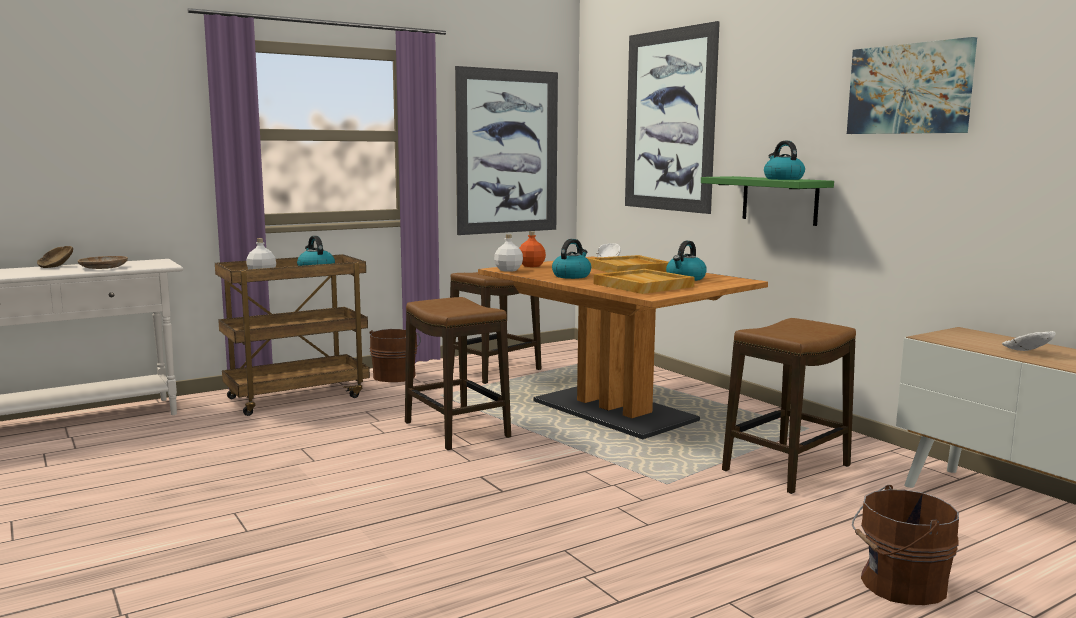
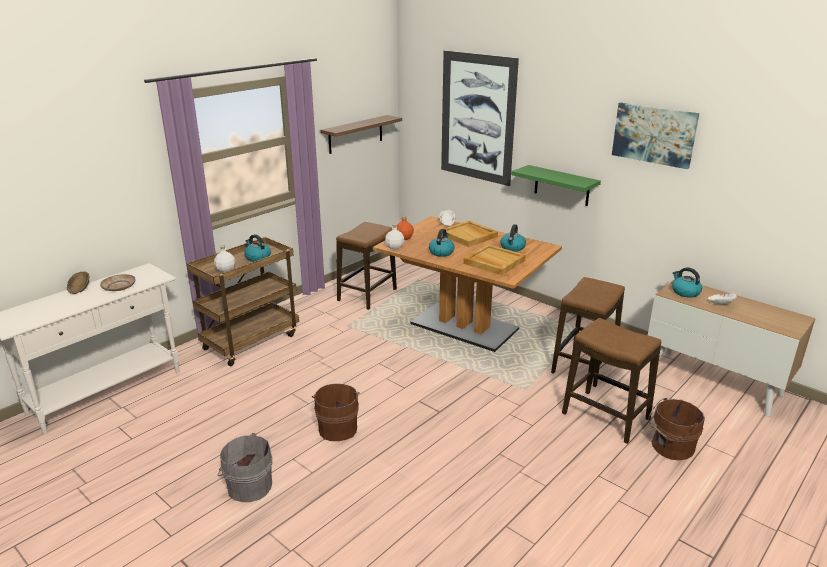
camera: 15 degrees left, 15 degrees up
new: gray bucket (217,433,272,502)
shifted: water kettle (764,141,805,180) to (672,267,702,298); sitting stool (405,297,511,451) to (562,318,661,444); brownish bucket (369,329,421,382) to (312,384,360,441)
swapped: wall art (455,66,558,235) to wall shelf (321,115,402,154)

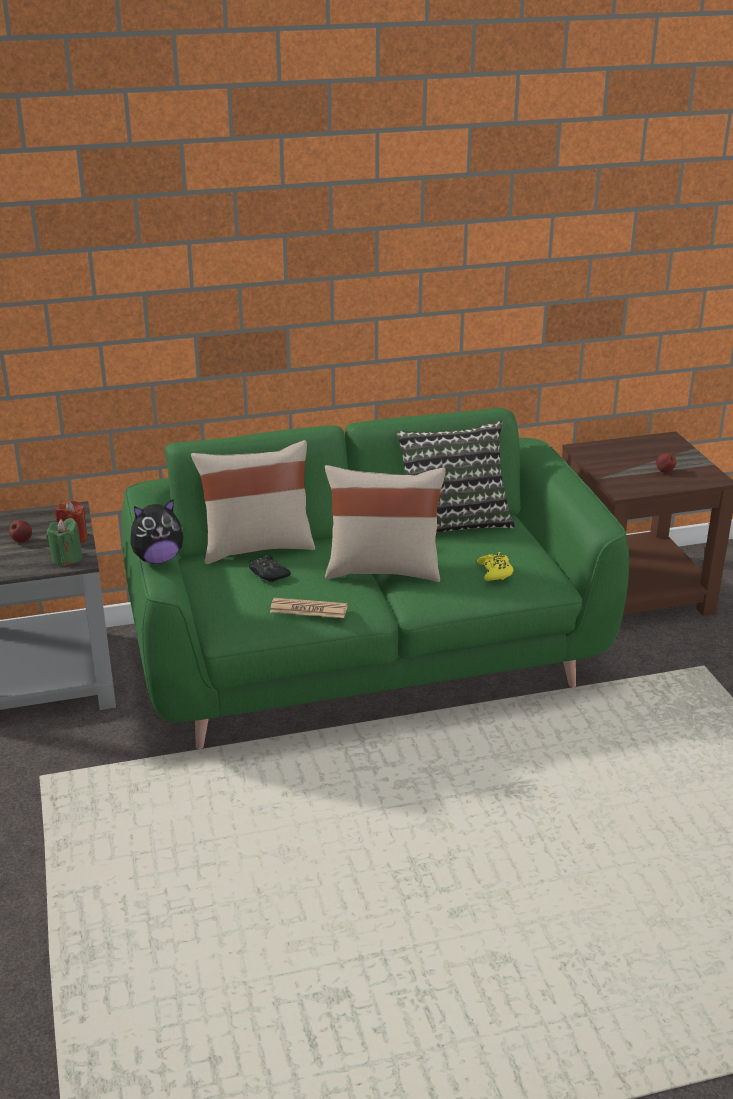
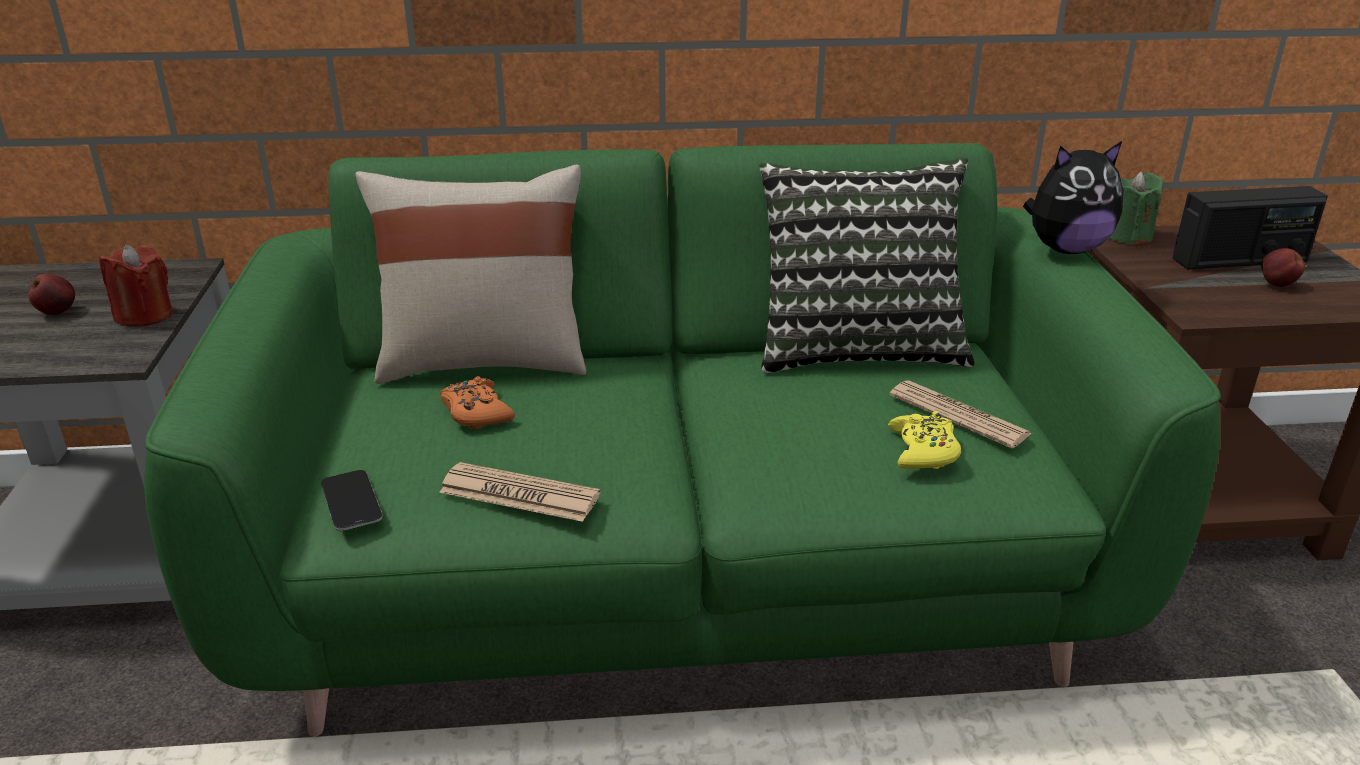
camera: 10 degrees right, 0 degrees up
gone: sand-coloured pillow (325,465,446,582)
new: radio (1173,186,1328,269); printed paper (889,380,1032,449); handset (321,470,383,531)
shifted: soft toy (131,499,183,564) to (1023,141,1123,254); green wax light (46,518,83,566) to (1109,171,1163,245)
repainted: black-coloured joypad (249,555,291,582) to orangey joypad (440,376,515,429)

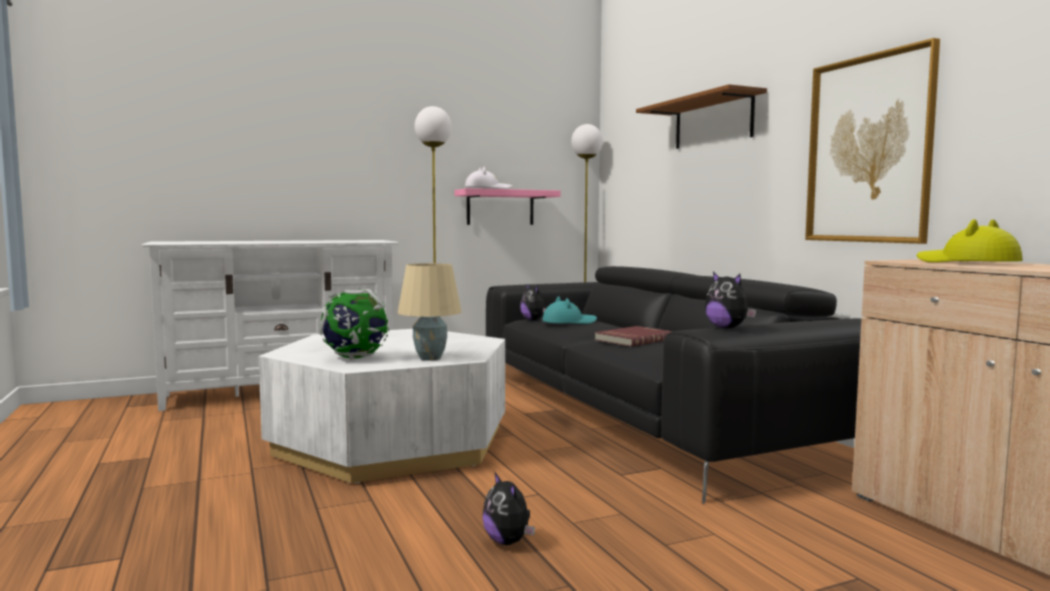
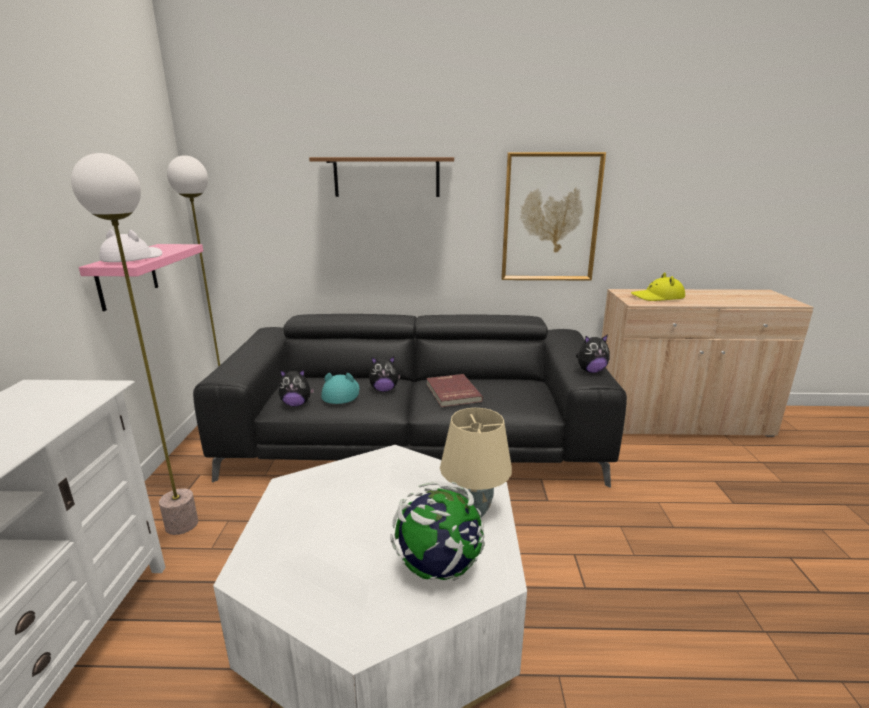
camera: 65 degrees left, 15 degrees up
shifted: soft toy (483,473,535,545) to (369,356,401,392)

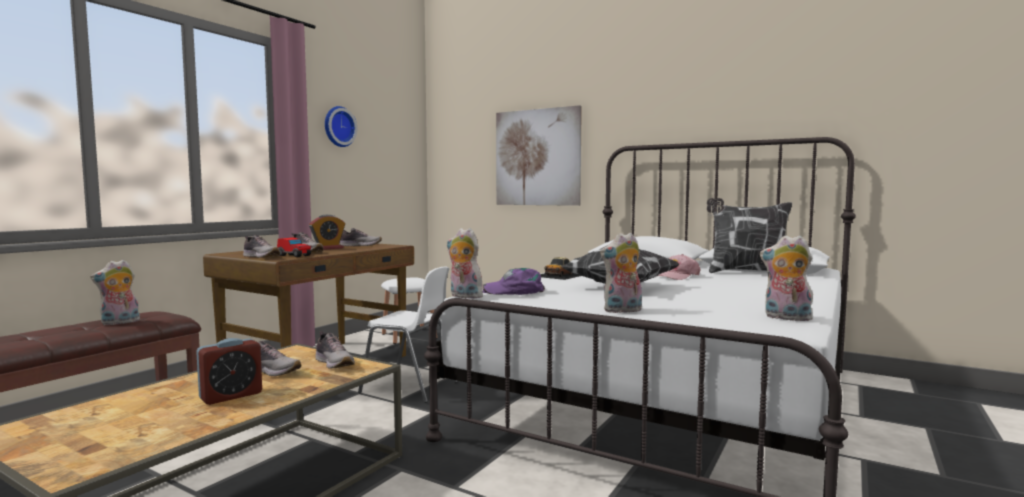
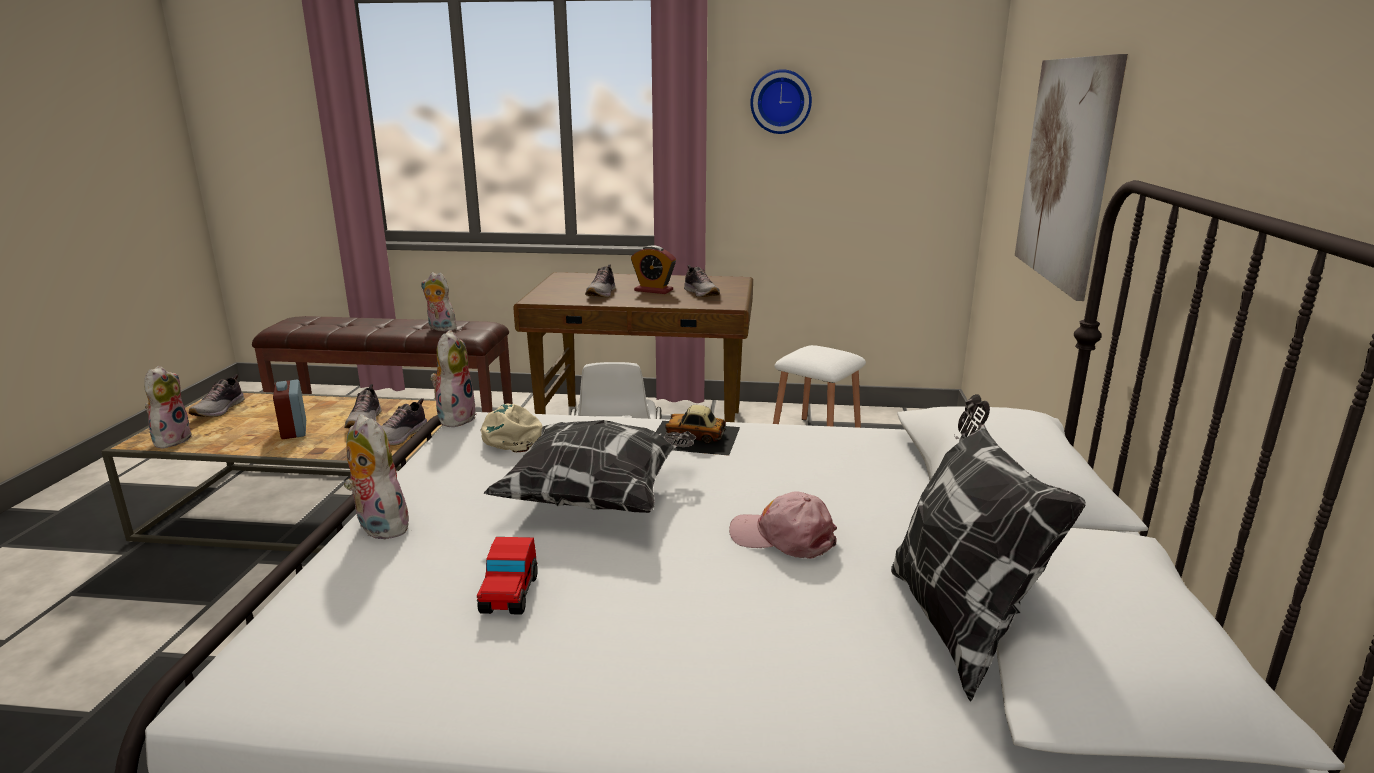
camera: 65 degrees right, 15 degrees up
shifted: item of footwear (243,235,280,258) to (189,374,244,417); soft toy (760,235,816,321) to (144,366,193,449); toy car (277,237,312,257) to (477,537,538,615)
repainted: purple baseball cap (483,268,545,295) to sand-coloured baseball cap (480,404,543,452)
rotated: table clock (196,338,262,405) = (273,380,306,439) 45 degrees clockwise

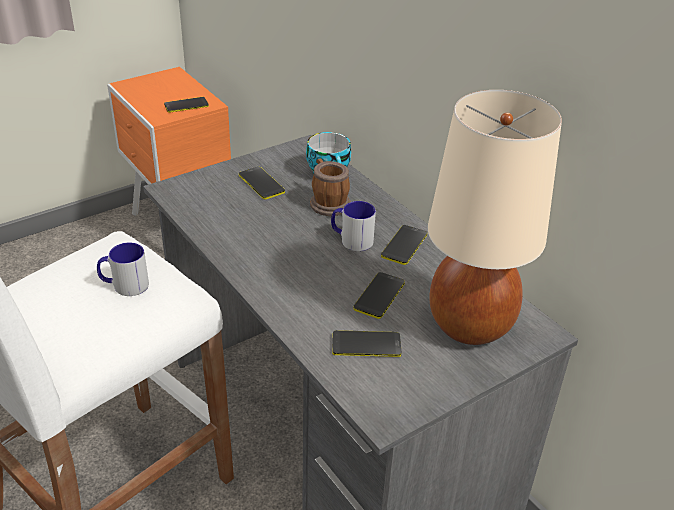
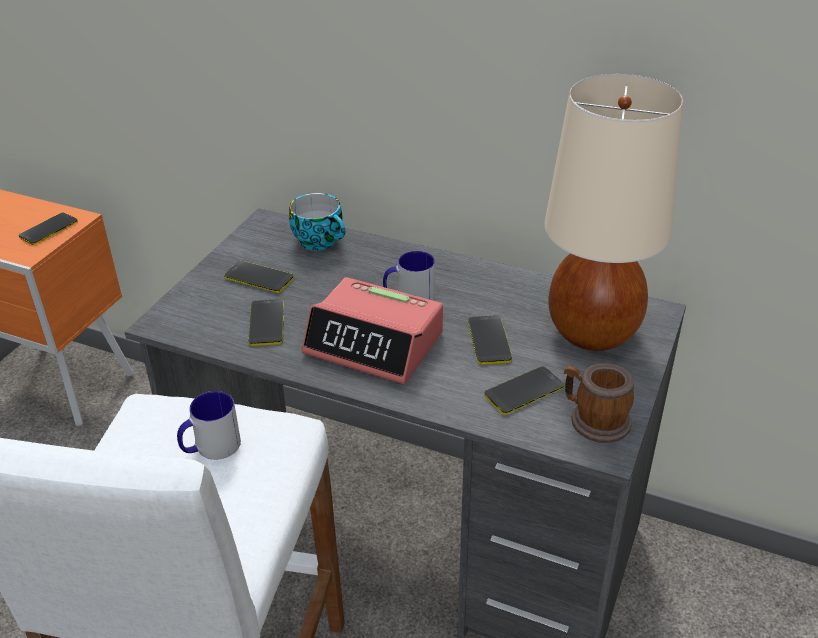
camera: 30 degrees left, 0 degrees up
new: table clock (302,277,443,384)
shifted: coffee mug (310,158,351,216) to (564,363,634,443); handset (381,225,427,265) to (249,299,284,346)

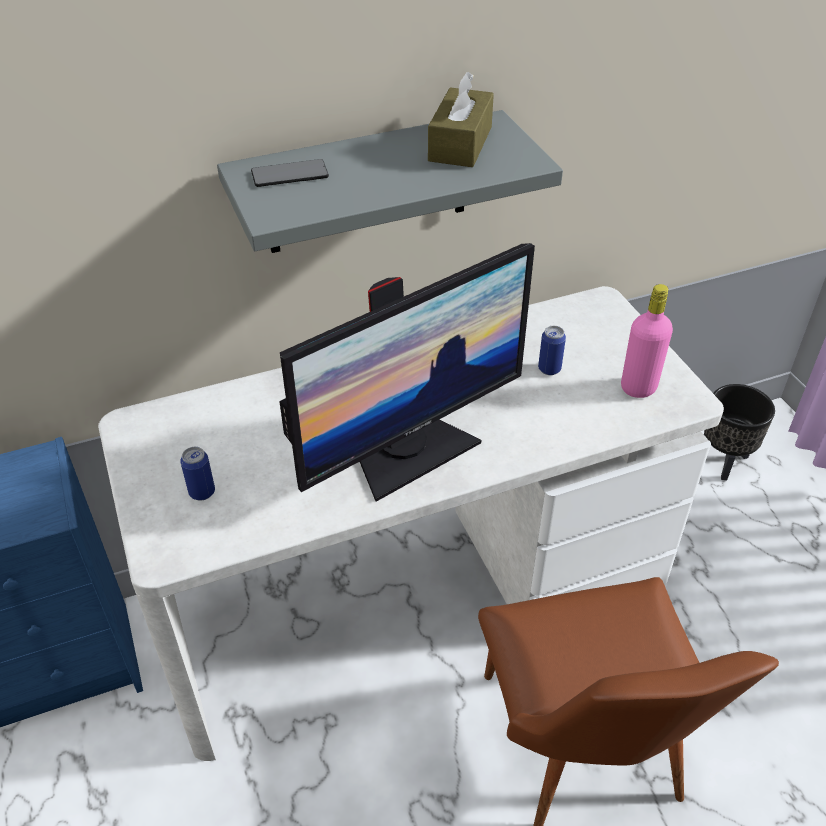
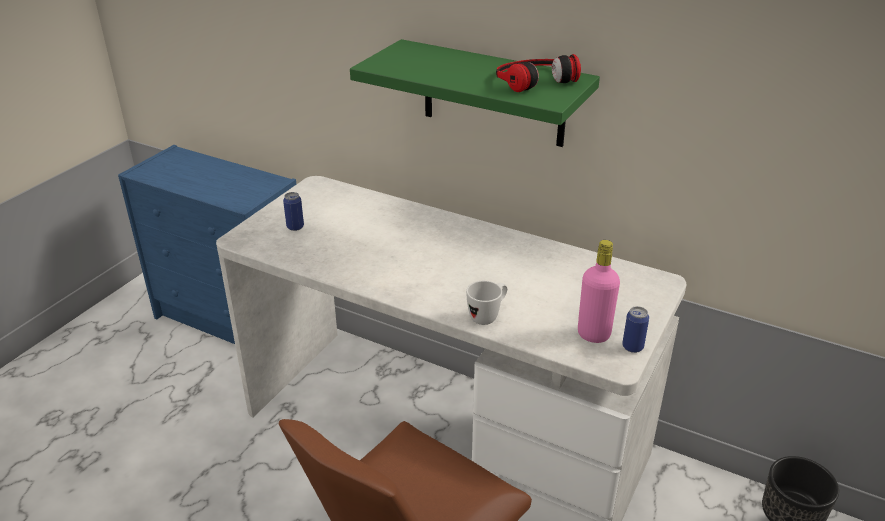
camera: 50 degrees right, 10 degrees down
gone: handset (251,159,329,187); computer display (279,243,535,502)
new: white coffee mug (466,281,507,325)
shifted: can (538,326,566,375) to (622,306,649,353)
swapped: brownish tissue holder (428,72,494,167) to headphones (496,54,581,92)
repainted: gray wall shelf (217,110,563,253) to green wall shelf (350,39,600,147)

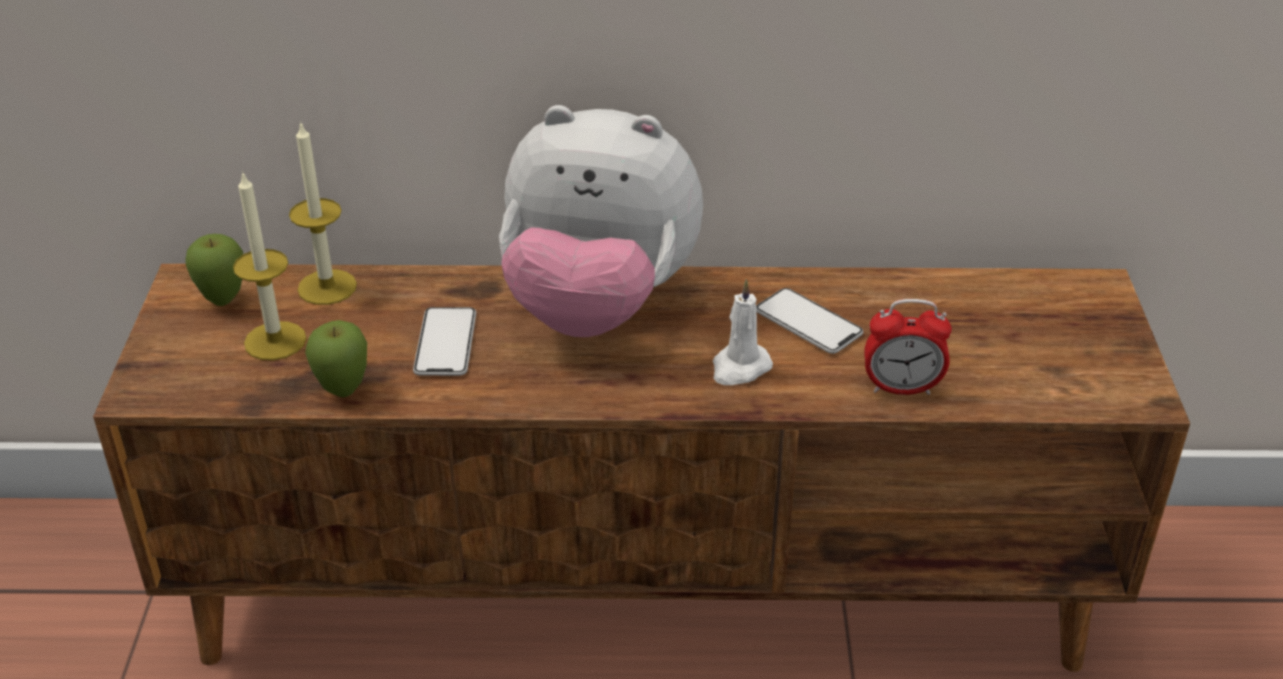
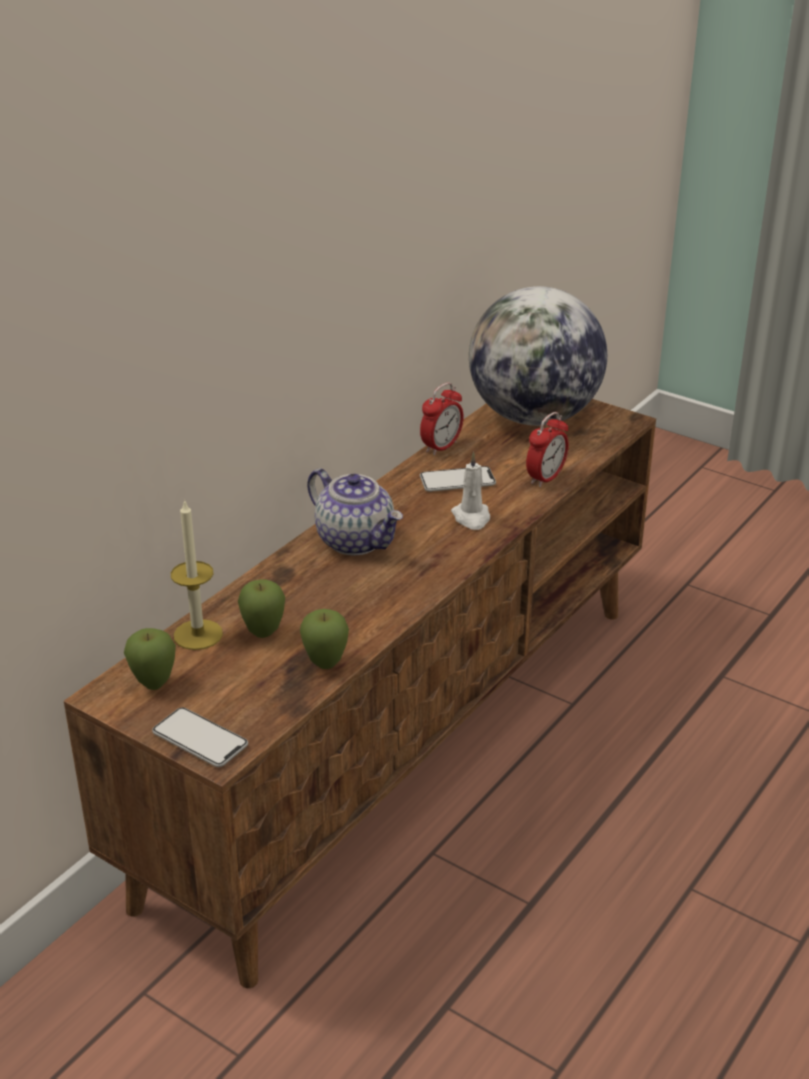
camera: 55 degrees left, 5 degrees down
gone: wax light (233,171,307,360)
new: world globe (469,286,607,426); table clock (420,383,464,455); apple fruit (238,580,285,638)
shifted: handset (413,307,476,376) to (152,707,248,767)
swapped: soft toy (499,105,703,337) to teapot (307,468,403,555)

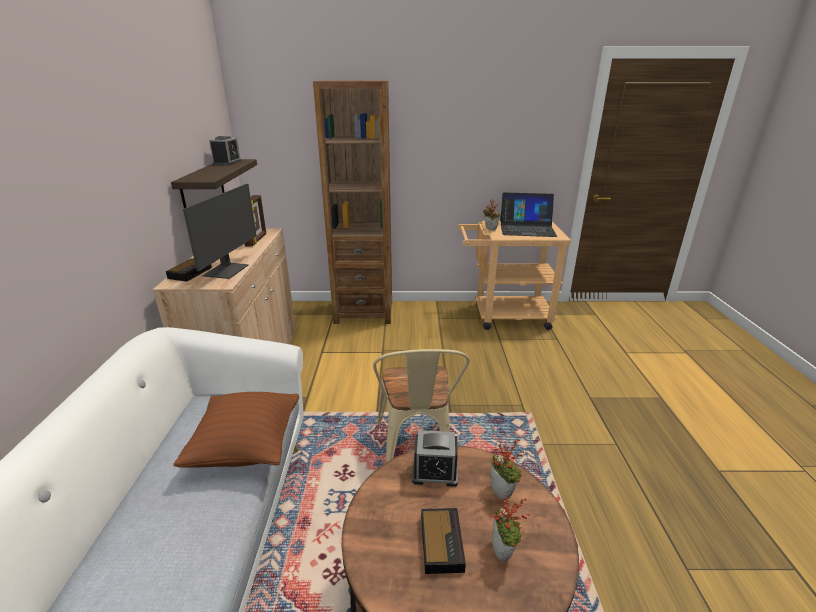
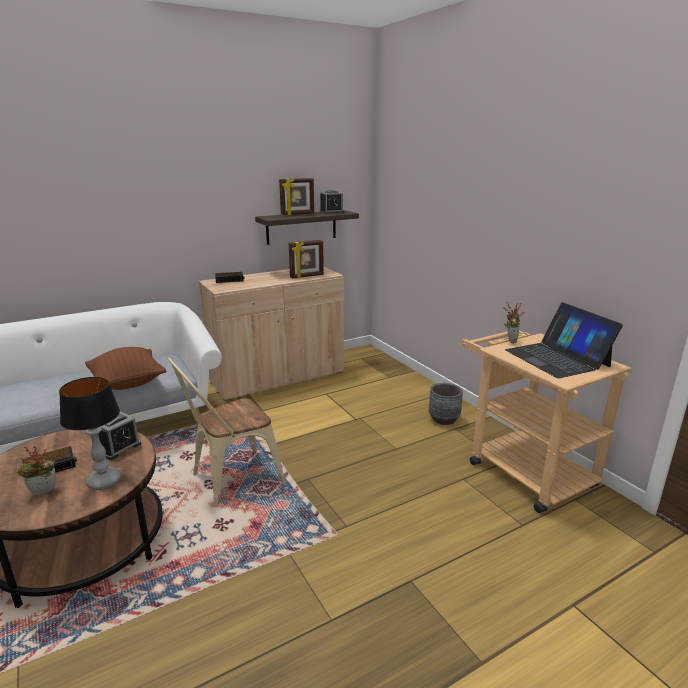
camera: 60 degrees right, 5 degrees down
gone: brownish shelving unit (313,81,392,324); computer display (183,184,256,279)
new: picture frame (279,178,314,215); gray plant pot (429,383,463,425)
swapped: potted plant (490,439,525,500) to tabletop lamp (59,377,121,490)
rotated: table clock (412,430,458,487) = (99,411,141,460) 120 degrees counterclockwise

